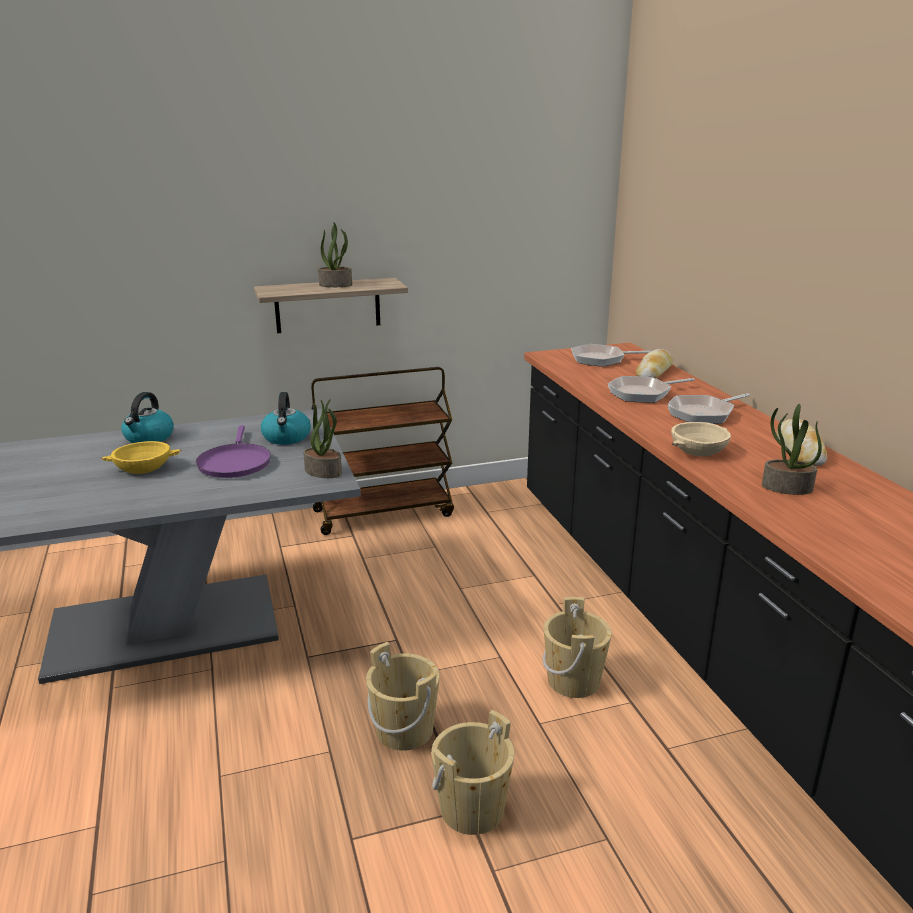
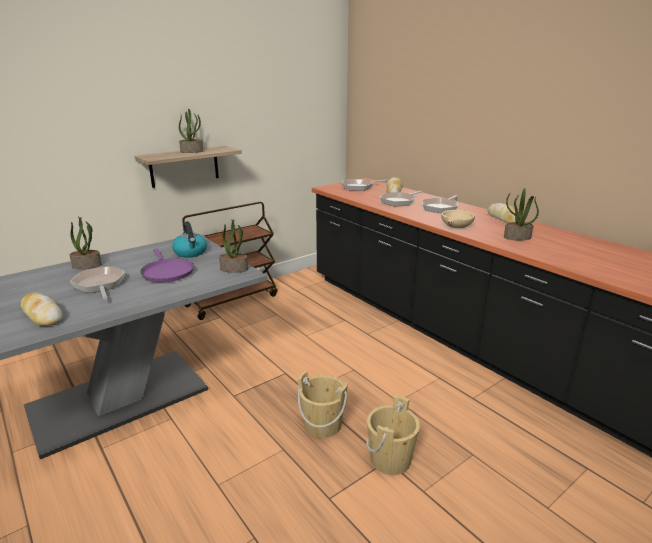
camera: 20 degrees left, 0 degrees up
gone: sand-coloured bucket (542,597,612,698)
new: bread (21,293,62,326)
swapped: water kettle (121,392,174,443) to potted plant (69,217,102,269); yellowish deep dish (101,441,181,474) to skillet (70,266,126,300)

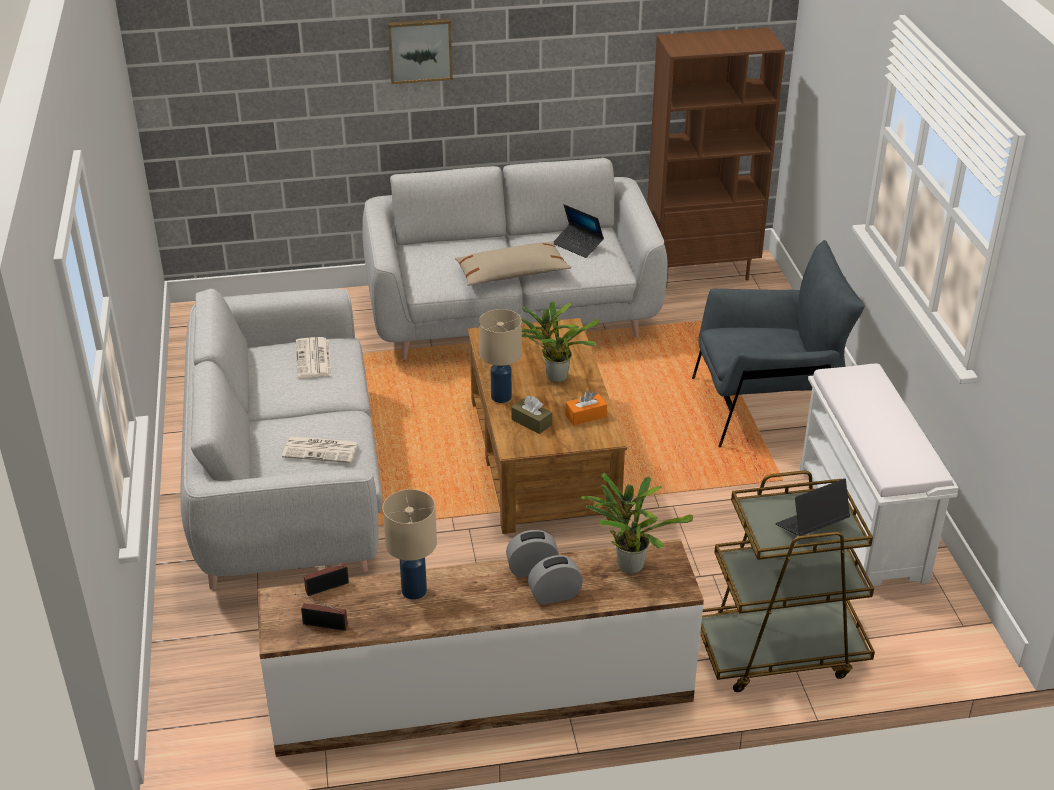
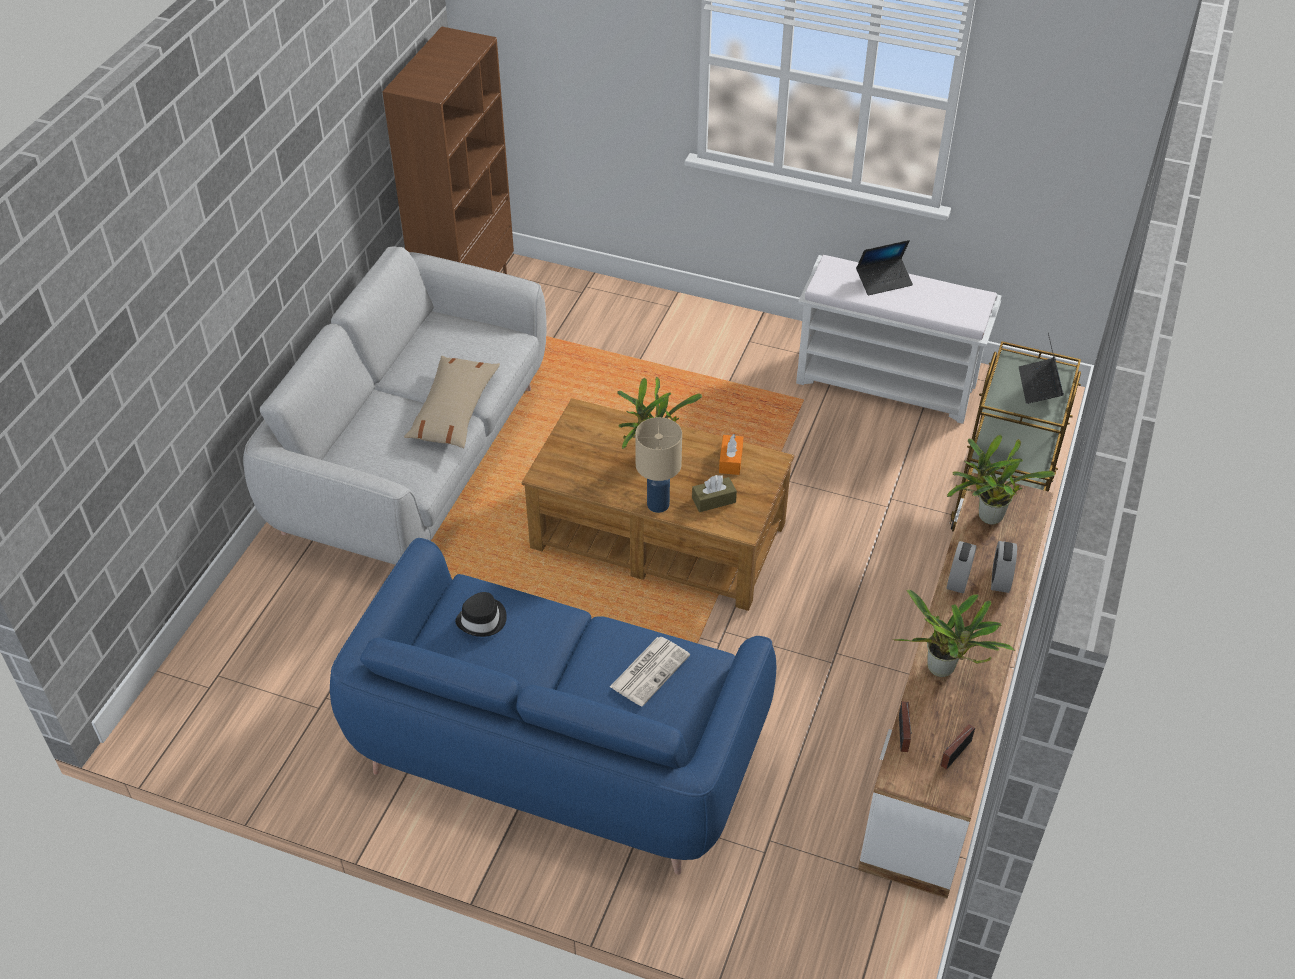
camera: 60 degrees left, 10 degrees up
gone: wall art (387,18,453,84); gray easy chair (692,240,865,447)
shifted: laptop (554,204,604,258) to (856,240,913,295)
swapped: printed paper (296,337,332,378) to black-coloured clothing hat (455,592,507,637); sand-coloured tabletop lamp (383,489,437,600) to potted plant (892,590,1015,677)
repainted: gray couch (180,289,383,590) to blue couch (330,538,776,875)

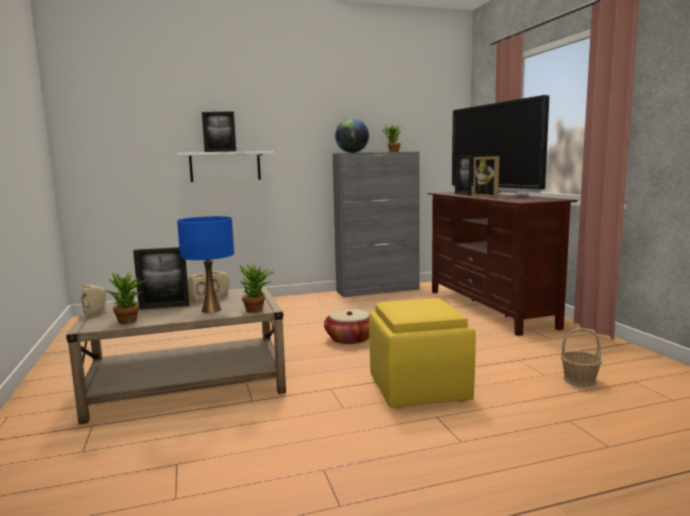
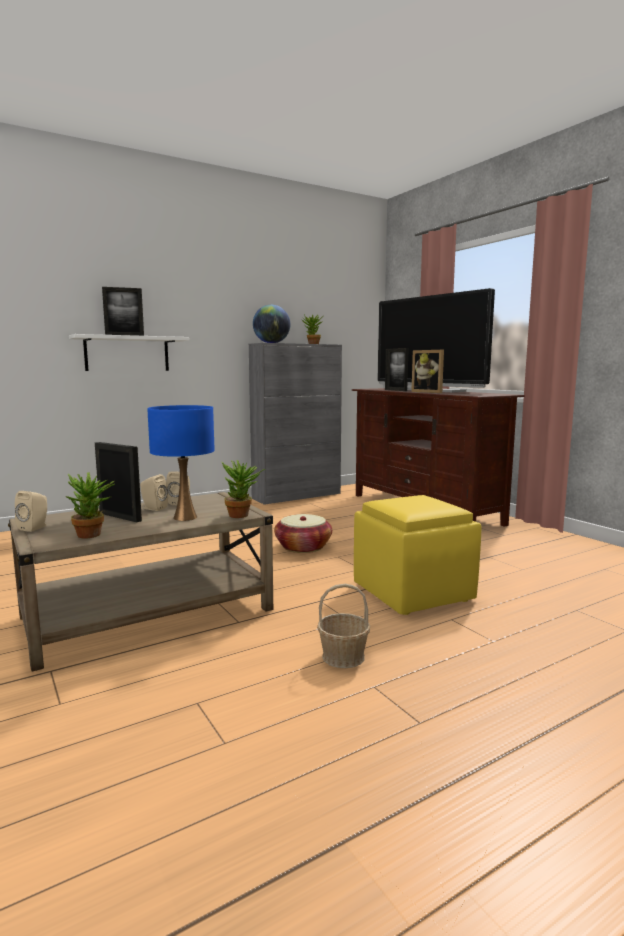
camera: 15 degrees left, 0 degrees up
shifted: basket (561,328,602,387) to (317,584,370,668)
rotated: picture frame (133,247,189,310) = (95,442,142,522) 120 degrees counterclockwise

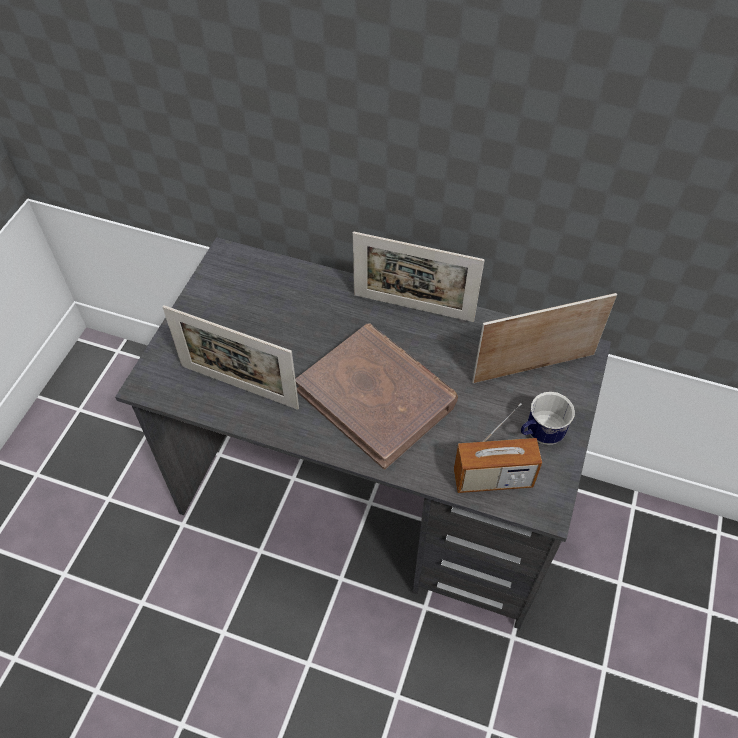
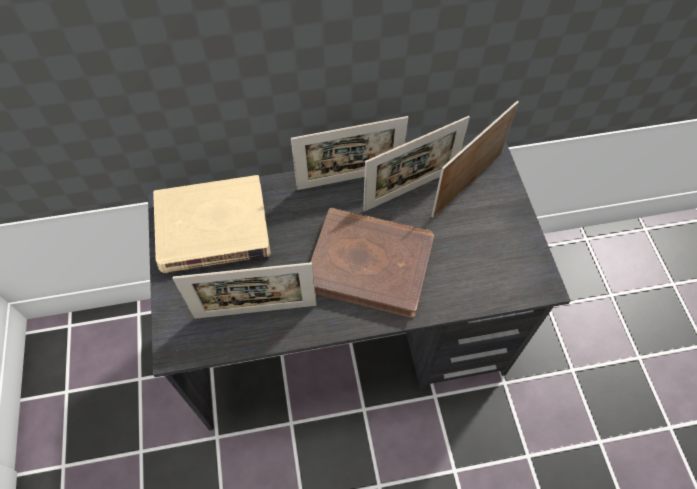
camera: 30 degrees left, 5 degrees up
gone: coffee mug (521,392,575,445); radio (454,403,542,493)
new: picture frame (363,116,470,212); sand-coloured volume (153,175,271,273)

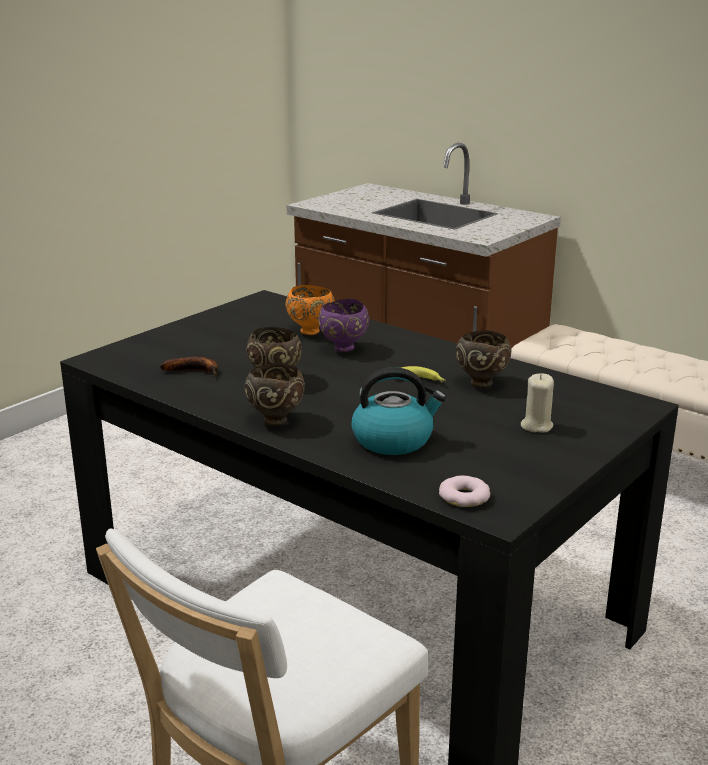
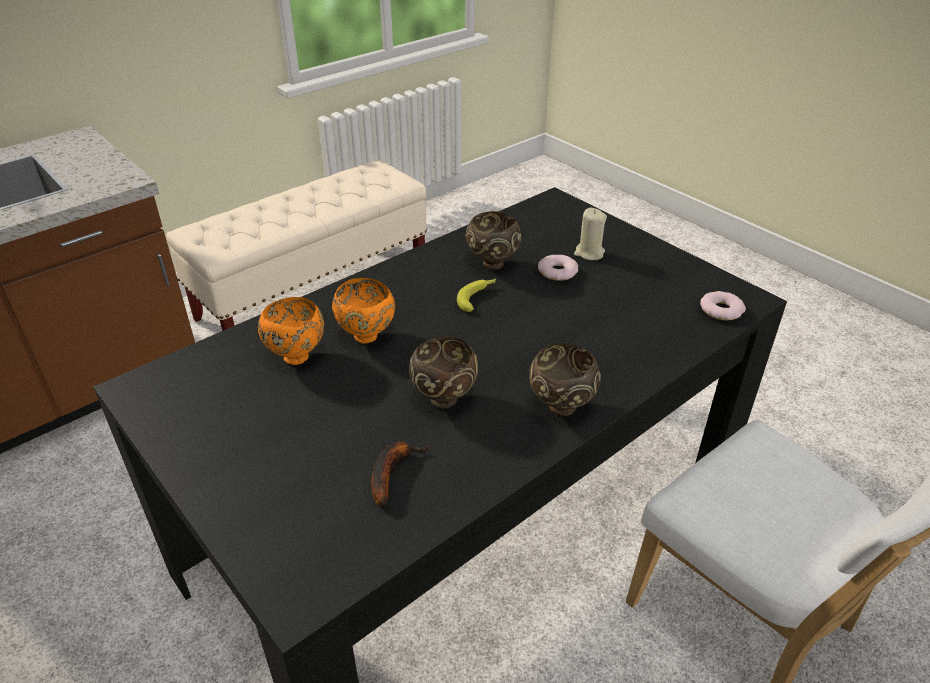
camera: 80 degrees left, 15 degrees up
gone: water kettle (351,367,446,455)
new: doughnut (538,255,578,281)
repainted: purple deep dish (319,299,369,352) to orangey deep dish (332,278,395,344)

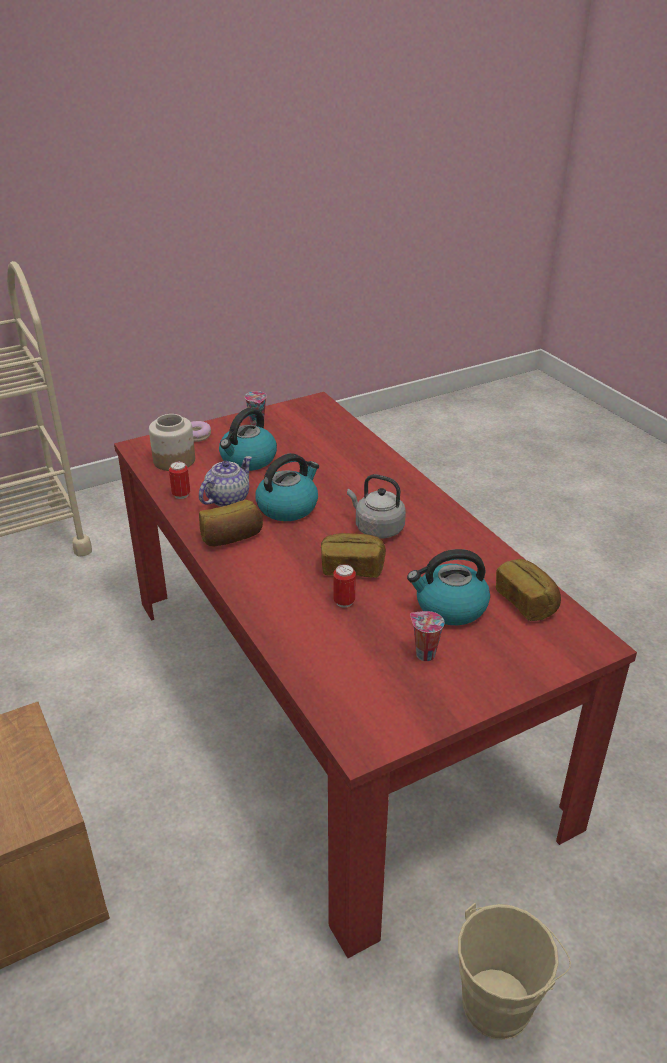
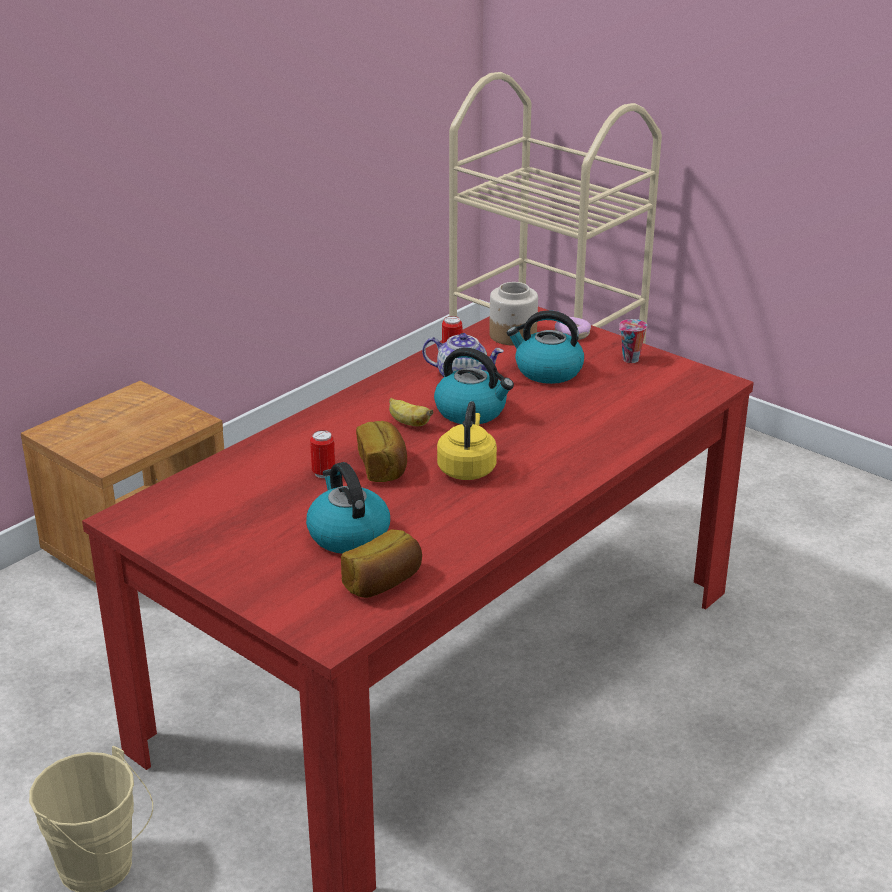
camera: 70 degrees right, 5 degrees down
gone: bread (199,500,263,546); cup (410,611,444,661)
new: banana (389,398,433,427)
repainted: gray water kettle (347,474,406,539) to yellowish water kettle (437,401,497,480)

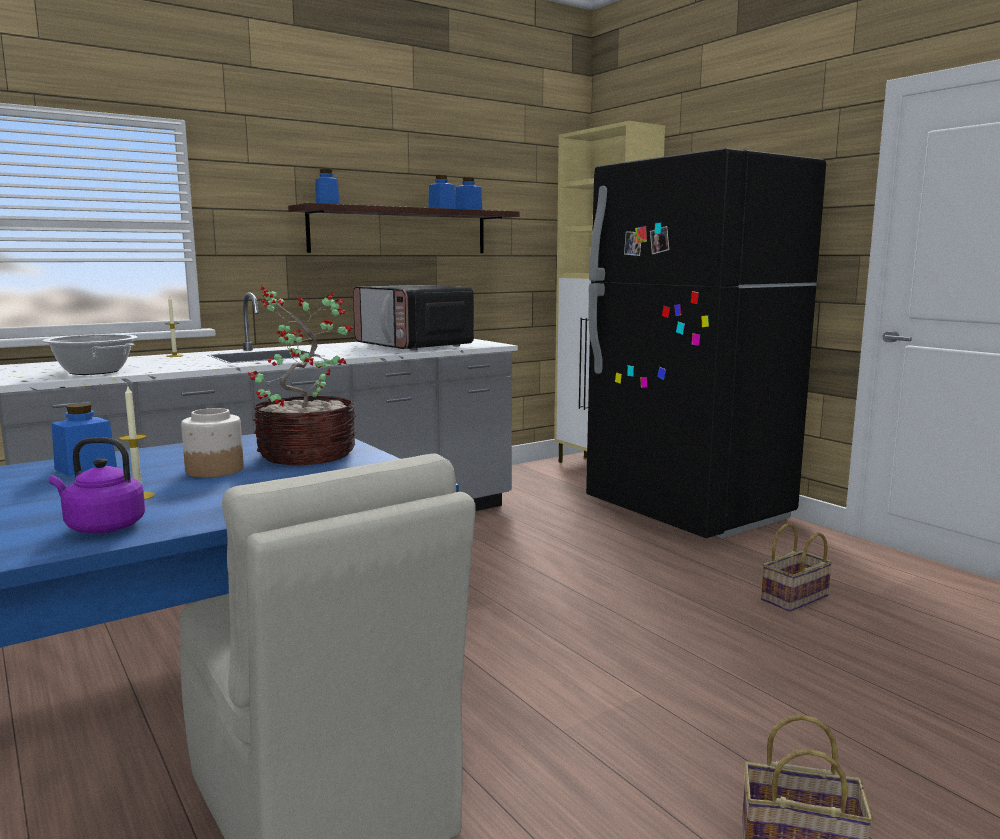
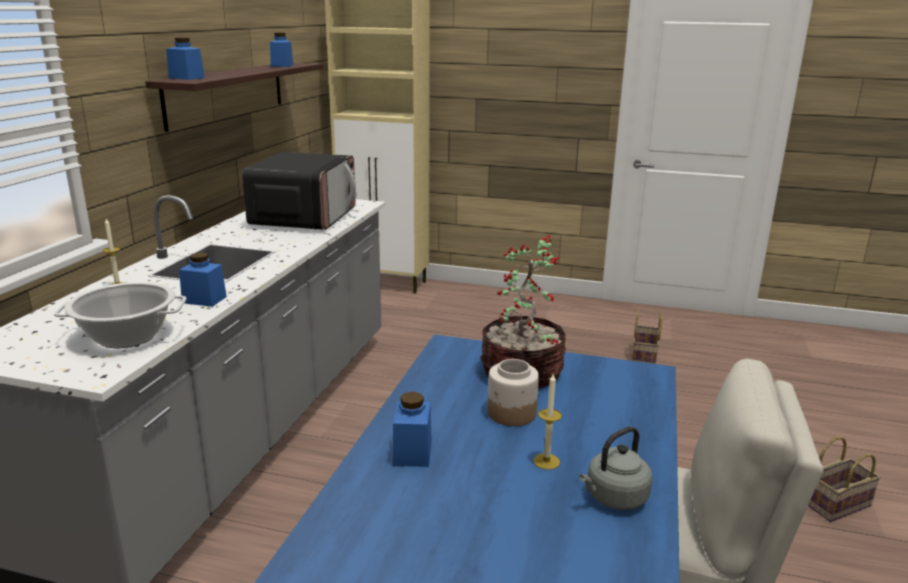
camera: 40 degrees left, 10 degrees up
gone: black-coloured kitchen fridge (586,148,826,538)
shifted: blue preserve jar (428,175,456,209) to (179,252,227,307)
repainted: purple water kettle (49,437,145,533) to gray water kettle (579,426,652,510)
rotated: microwave (353,285,474,350) = (242,152,357,230) 90 degrees counterclockwise

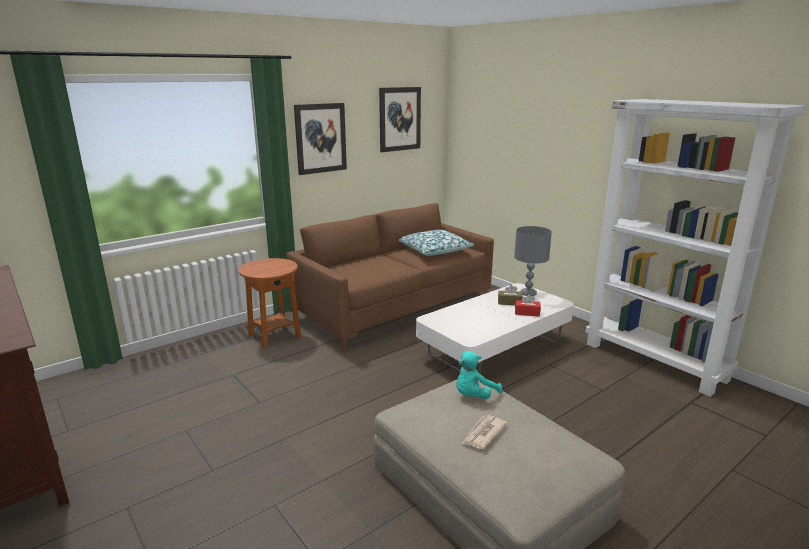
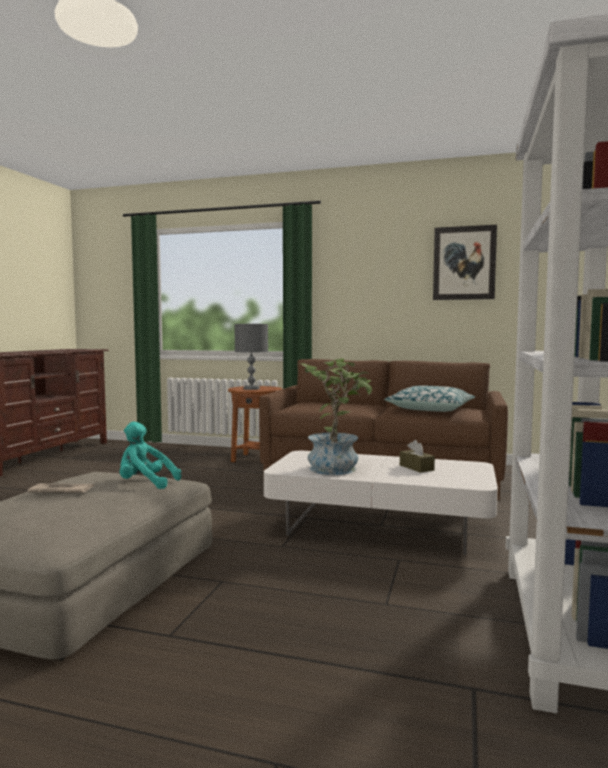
camera: 55 degrees right, 15 degrees down
gone: wall art (294,103,347,175); reddish tissue holder (515,294,541,317)
new: potted plant (299,358,372,475)
shifted: gray tabletop lamp (514,226,552,296) to (235,324,268,390)

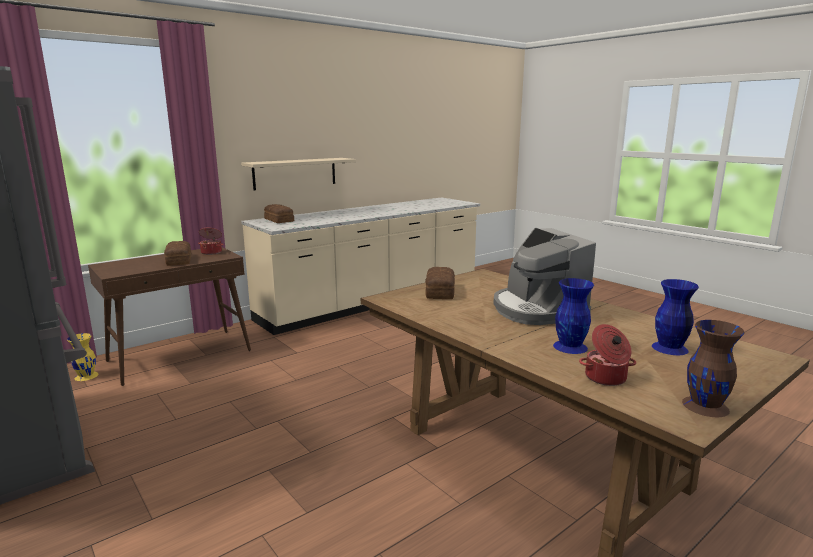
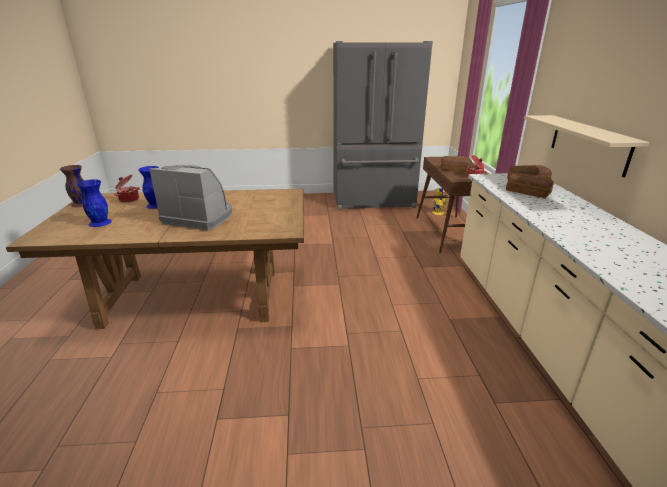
camera: 125 degrees right, 10 degrees up
shifted: bread (425,267,455,299) to (506,173,554,198)

